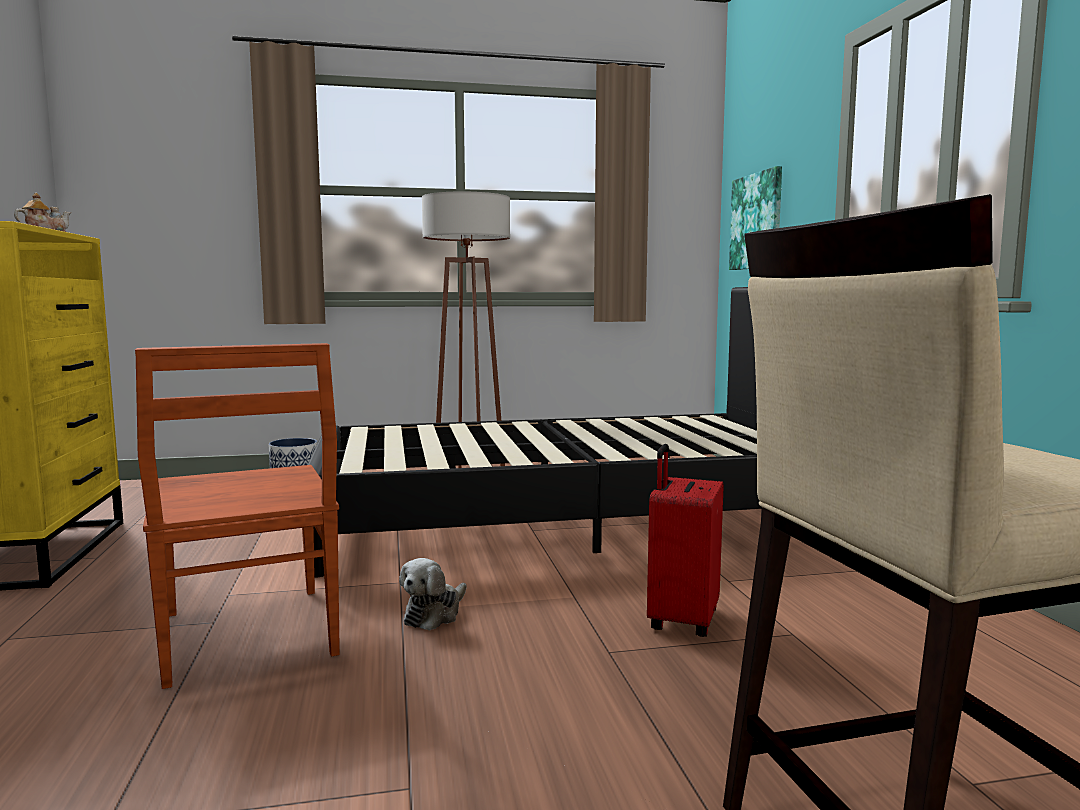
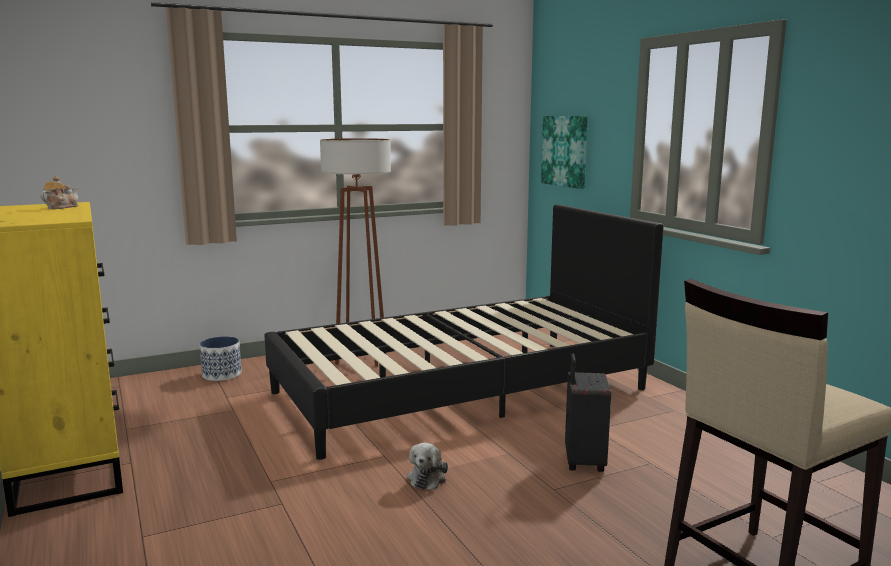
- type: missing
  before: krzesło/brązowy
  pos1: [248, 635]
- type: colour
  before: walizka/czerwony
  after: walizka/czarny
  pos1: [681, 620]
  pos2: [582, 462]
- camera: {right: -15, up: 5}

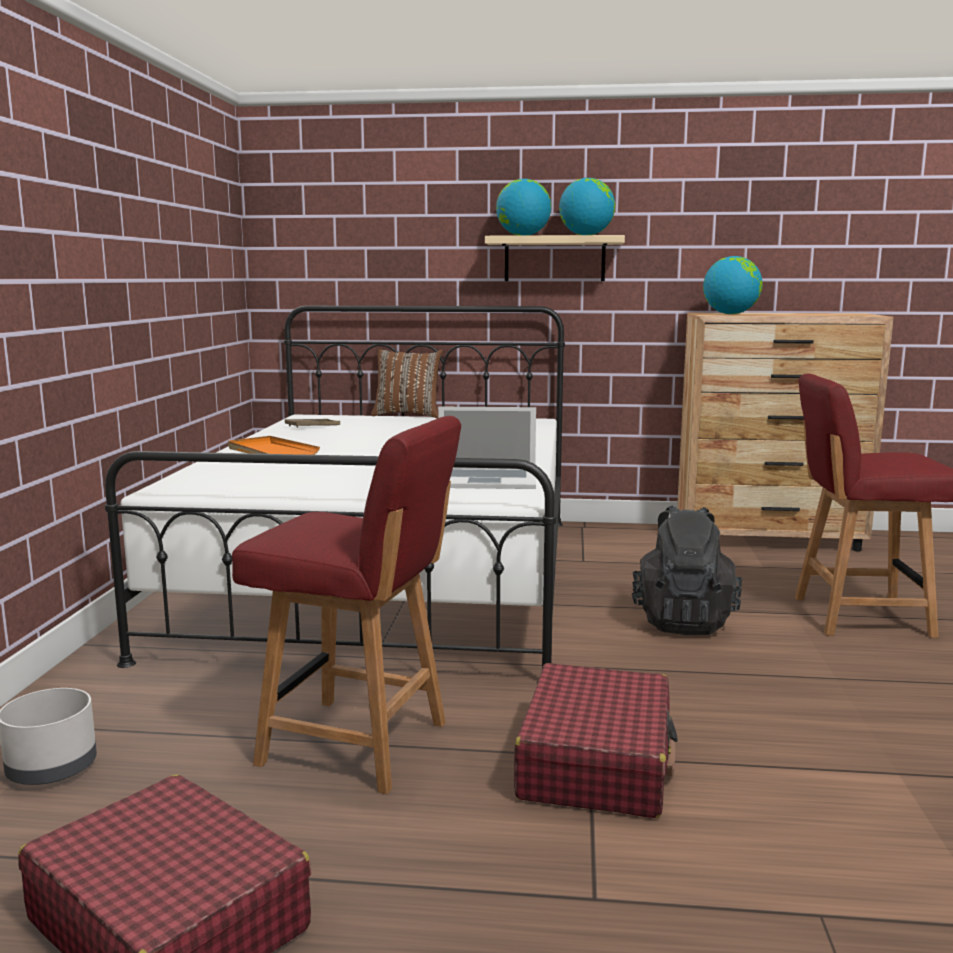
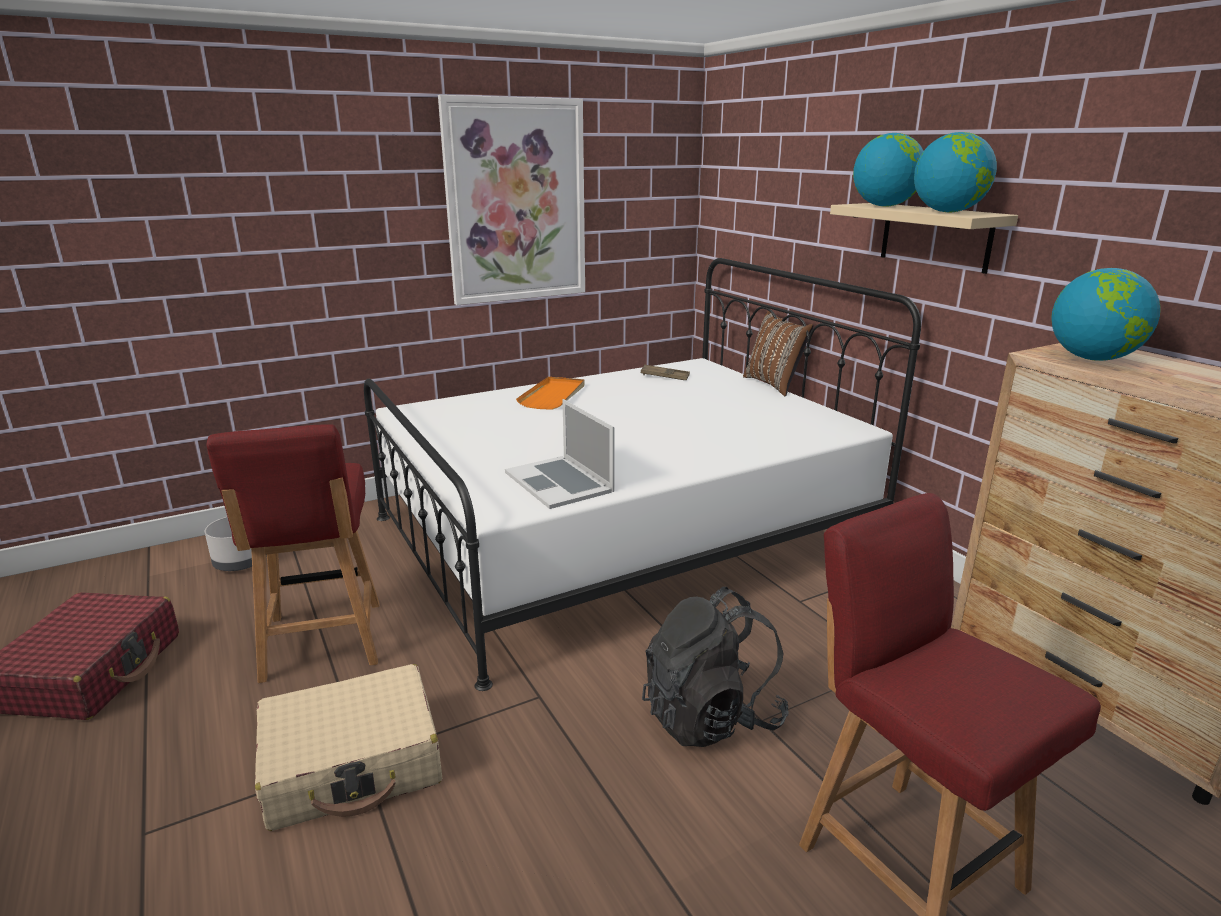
- type: appeared
  after: obraz
  pos2: [516, 202]
- type: colour
  before: walizka/czerwony
  after: walizka/beżowy
  pos1: [596, 762]
  pos2: [353, 764]
- camera: {right: 55, up: 10}

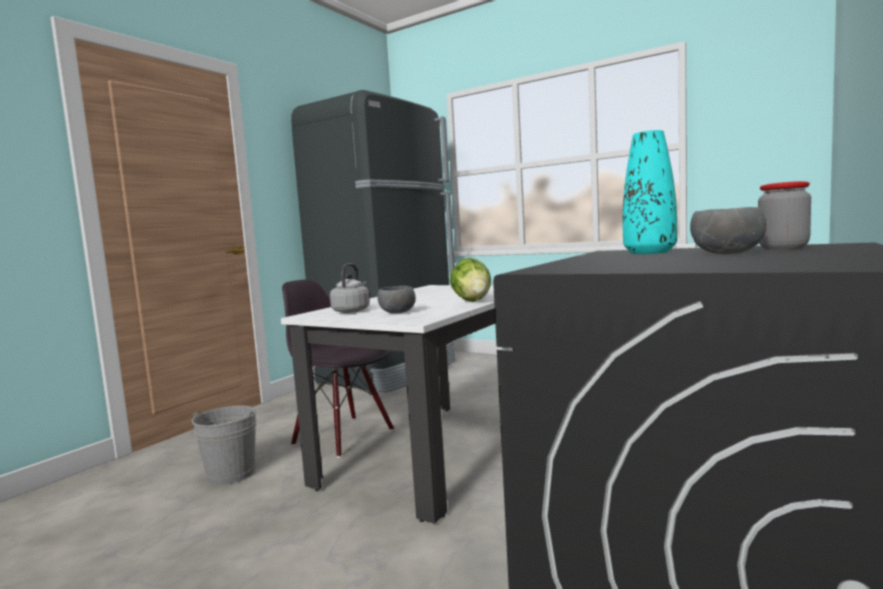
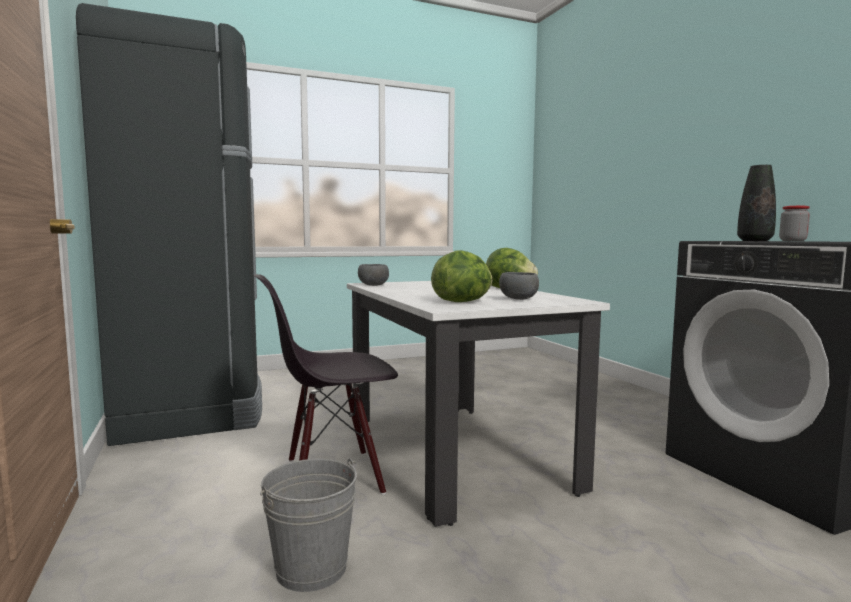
- type: relocated
  before: miska/szary
  pos1: [725, 253]
  pos2: [372, 285]
- type: exchanged
  before: czajnik/szary
  after: sałata
  pos1: [352, 311]
  pos2: [463, 302]
- type: colour
  before: wazon/turkusowy
  after: wazon/czarny
  pos1: [649, 253]
  pos2: [754, 241]
- camera: {right: -55, up: 0}

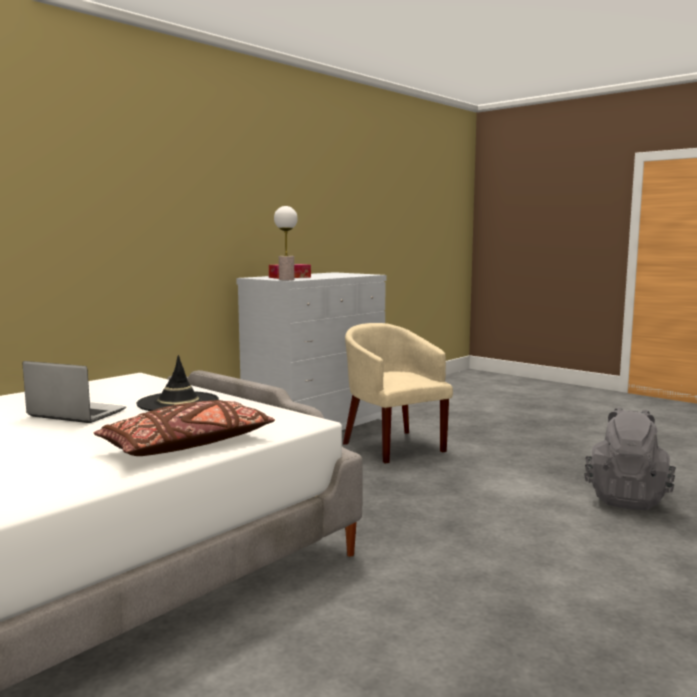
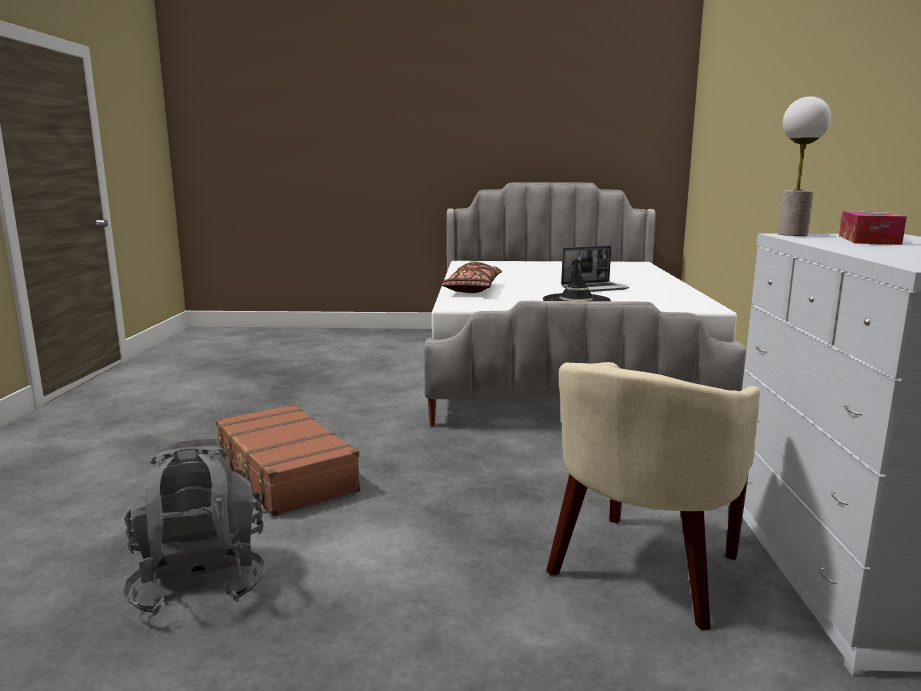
- type: appeared
  after: walizka/brązowy
  pos2: [284, 474]
- type: spun
  before: fotel/beżowy
  pos1: [392, 445]
  pos2: [644, 570]
  turn: 105
- camera: {right: 140, up: 5}

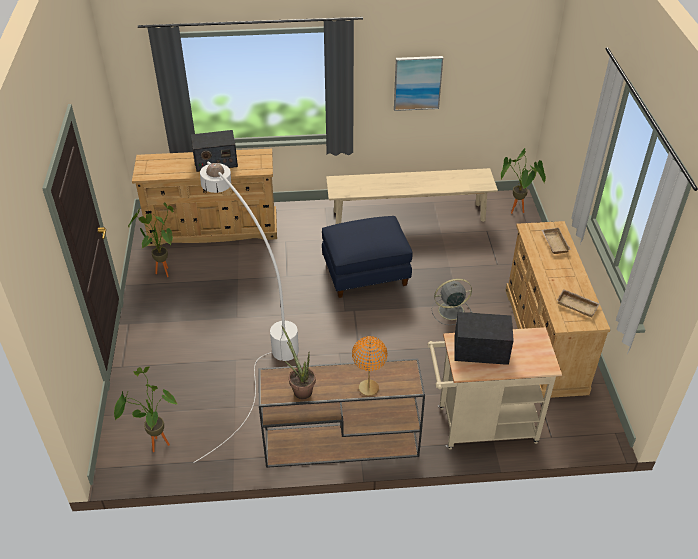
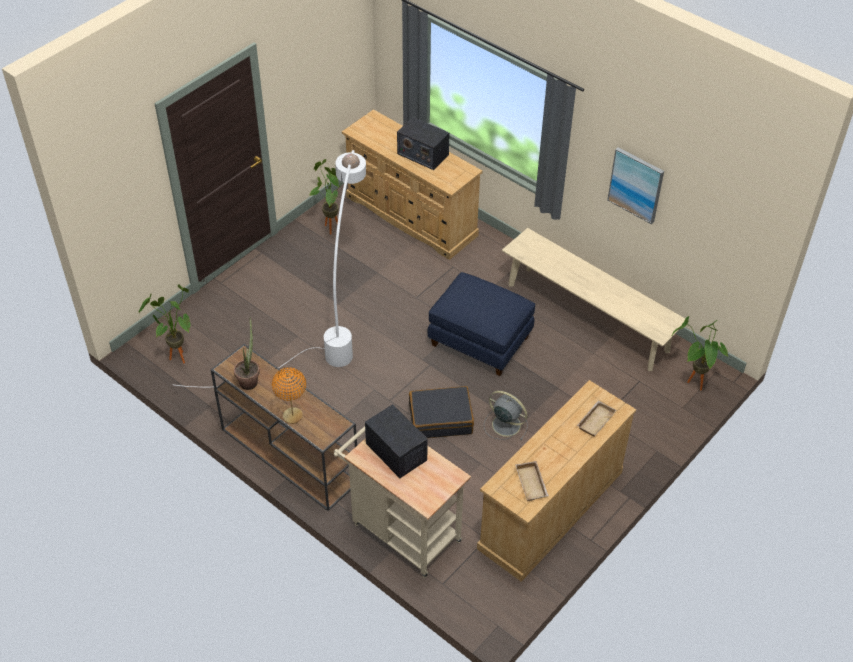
- type: appeared
  after: walizka/czarny
  pos2: [440, 418]
- camera: {right: 45, up: 5}

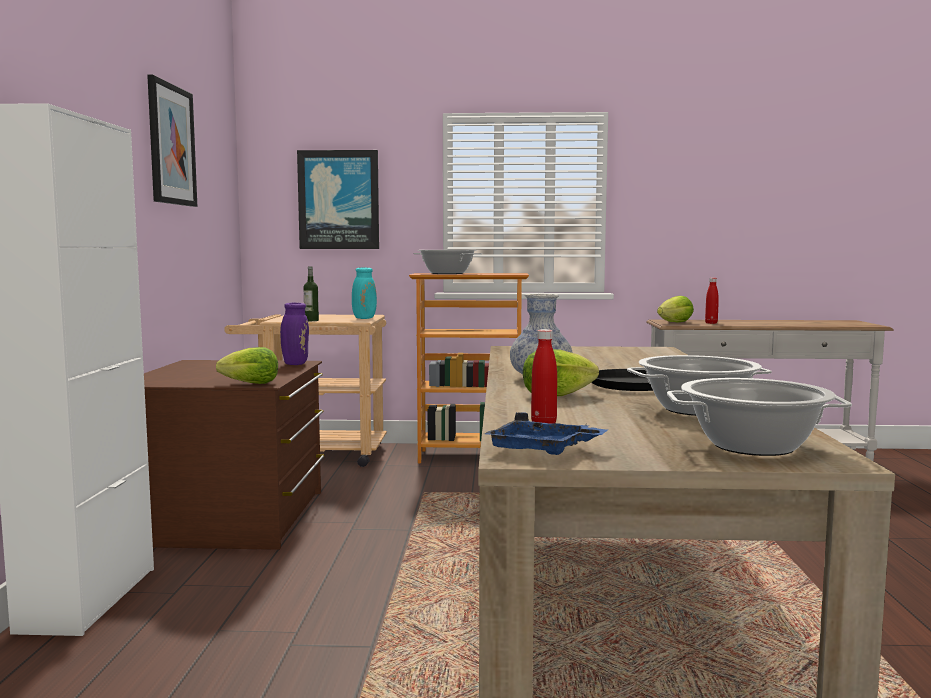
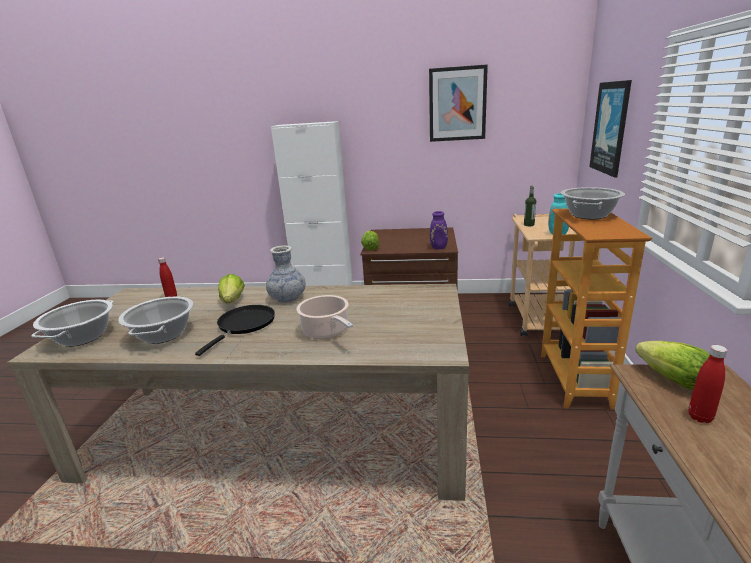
- type: missing
  before: taca/niebieski
  pos1: [542, 450]
- type: appeared
  after: garnek
  pos2: [327, 331]
- camera: {right: 95, up: 15}

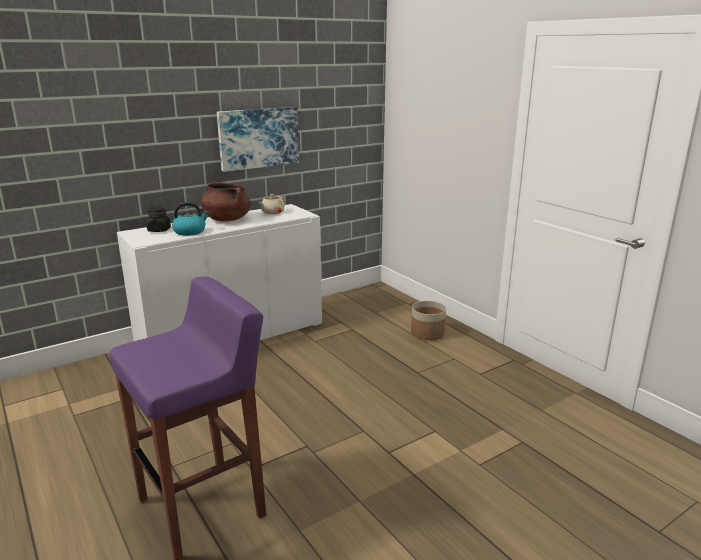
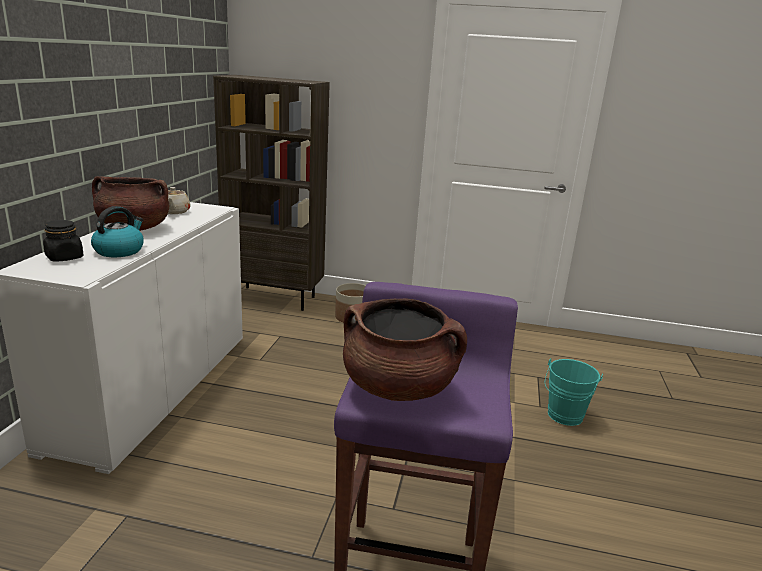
- type: missing
  before: obraz
  pos1: [258, 138]
- type: appeared
  after: regał/brązowy
  pos2: [275, 298]
- type: appeared
  after: garnek/brązowy
  pos2: [398, 388]
- type: appeared
  after: wiadro/turkusowy
  pos2: [564, 417]
- camera: {right: -45, up: 0}

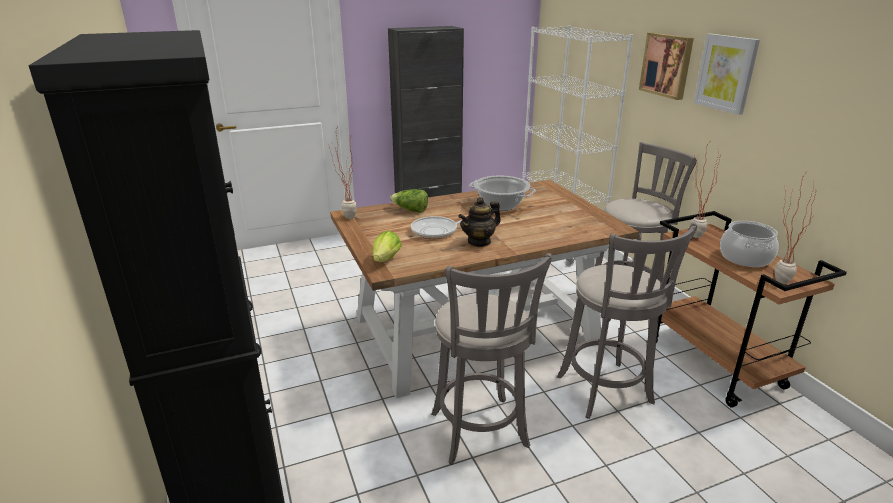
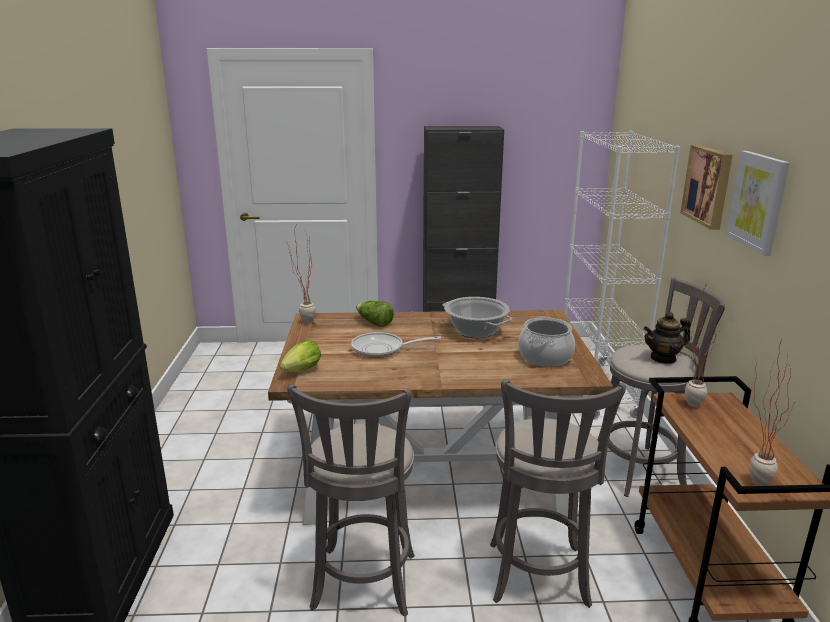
- type: relocated
  before: imbryk
  pos1: [479, 242]
  pos2: [663, 358]
- type: relocated
  before: garnek
  pos1: [744, 258]
  pos2: [545, 357]
- camera: {right: 20, up: -5}

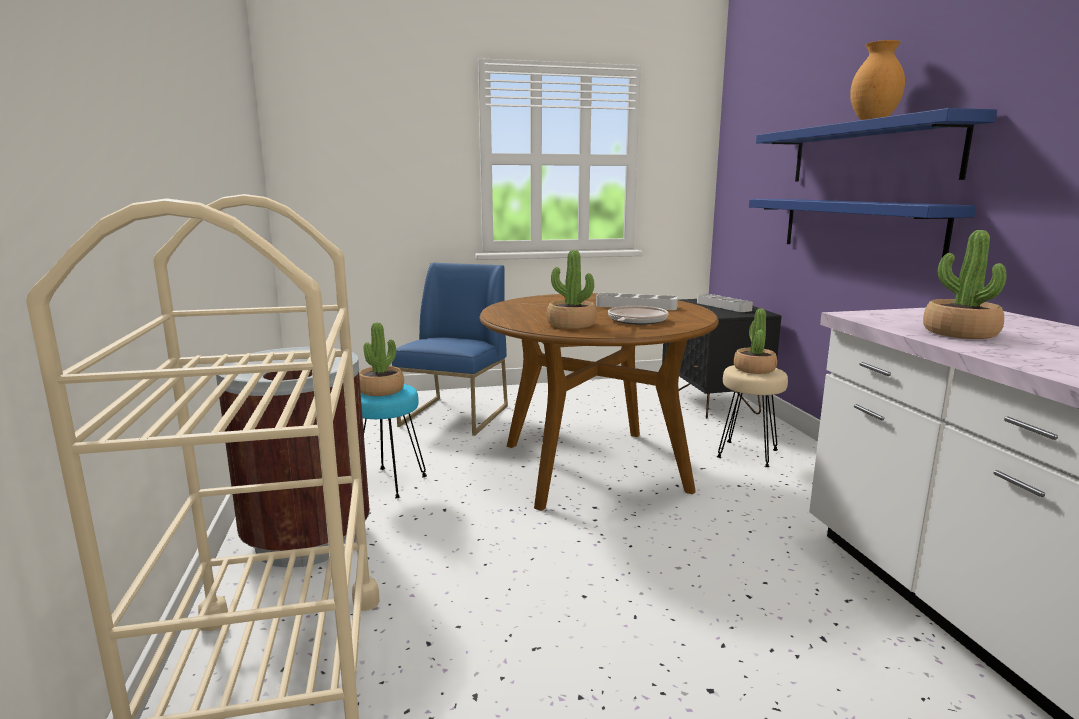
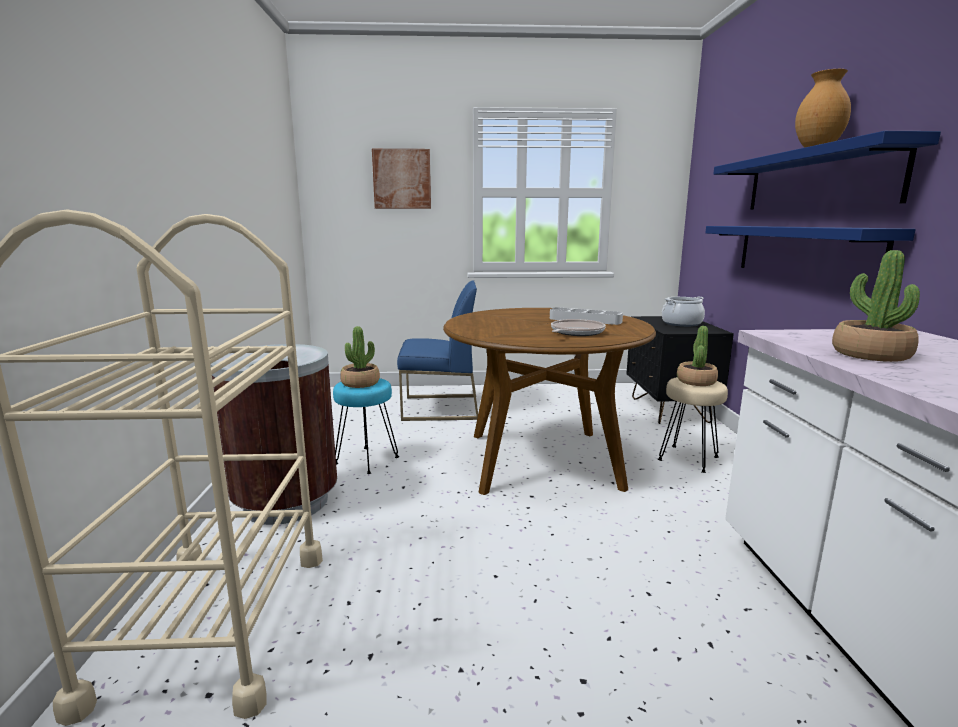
- type: missing
  before: roślina doniczkowa
  pos1: [571, 324]
- type: appeared
  after: obraz
  pos2: [402, 179]
- type: exchanged
  before: taca/szary
  after: garnek
  pos1: [723, 306]
  pos2: [681, 323]
- type: spun
  before: krzesło/niebieski
  pos1: [455, 416]
  pos2: [440, 408]
  turn: 60
- camera: {right: 10, up: 0}

